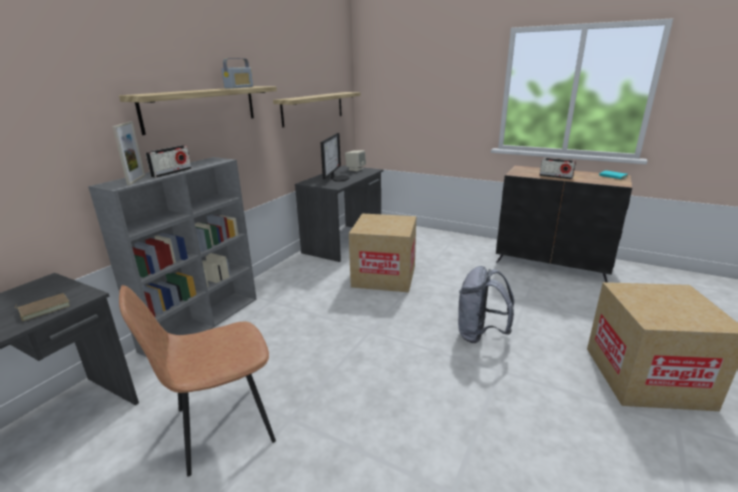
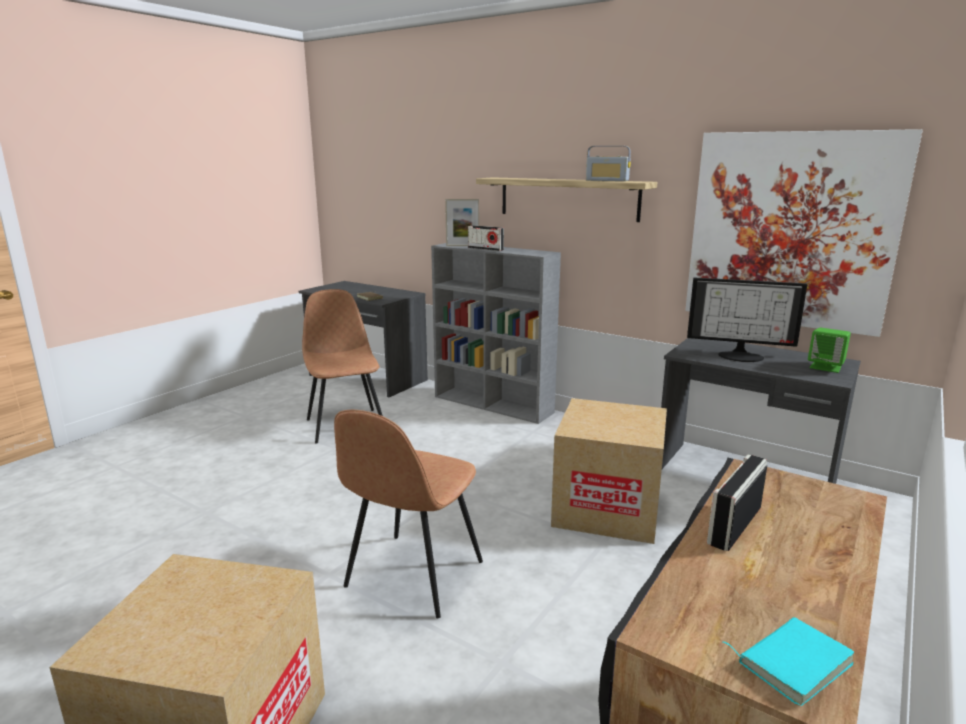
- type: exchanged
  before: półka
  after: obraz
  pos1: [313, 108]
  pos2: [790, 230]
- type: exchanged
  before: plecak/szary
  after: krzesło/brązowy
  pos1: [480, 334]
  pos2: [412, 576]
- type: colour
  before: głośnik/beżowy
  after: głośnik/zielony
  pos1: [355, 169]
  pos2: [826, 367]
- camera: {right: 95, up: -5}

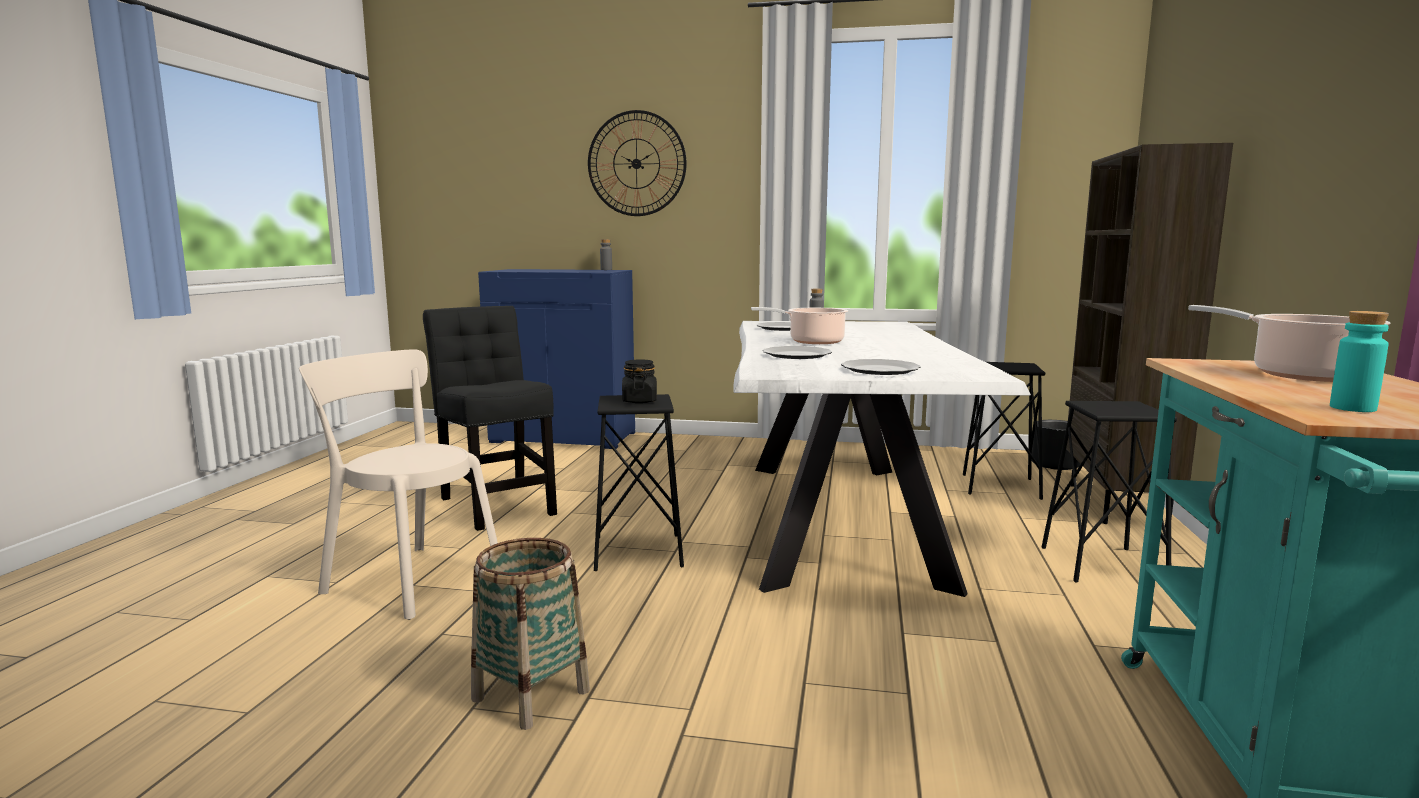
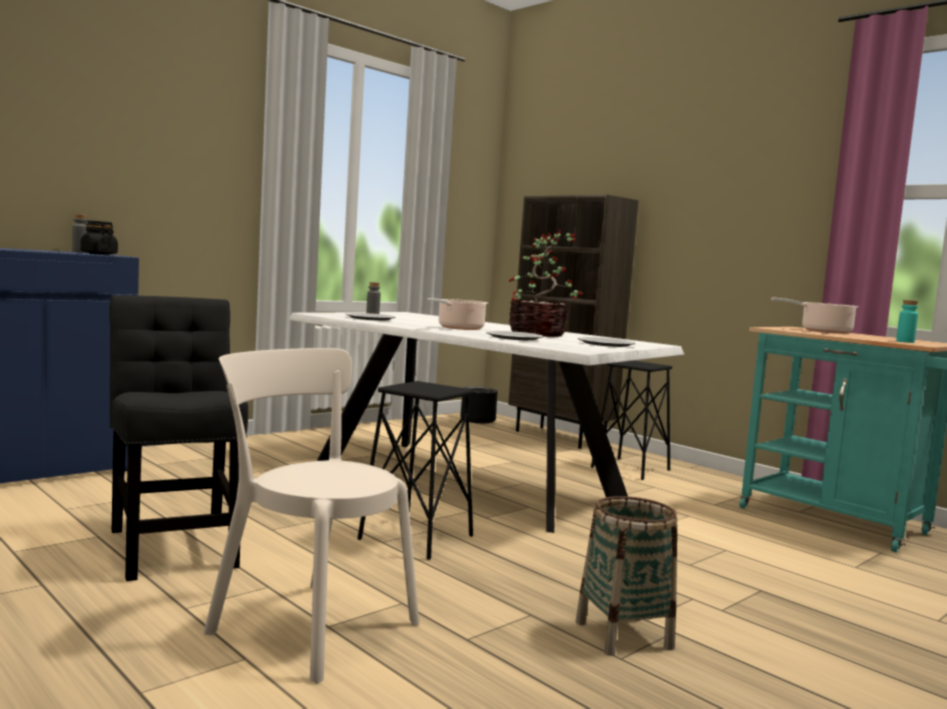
- type: missing
  before: zegar ścienny
  pos1: [636, 163]
- type: missing
  before: stołek/czarny
  pos1: [1000, 486]
- type: appeared
  after: roślina doniczkowa
  pos2: [539, 334]
- type: relocated
  before: słoik/czarny
  pos1: [639, 401]
  pos2: [98, 254]
- type: spun
  before: krzesło/beżowy
  pos1: [408, 579]
  pos2: [307, 624]
  turn: 60
- type: spun
  before: krzesło/czarny
  pos1: [497, 504]
  pos2: [173, 545]
  turn: 60
- camera: {right: -55, up: -5}

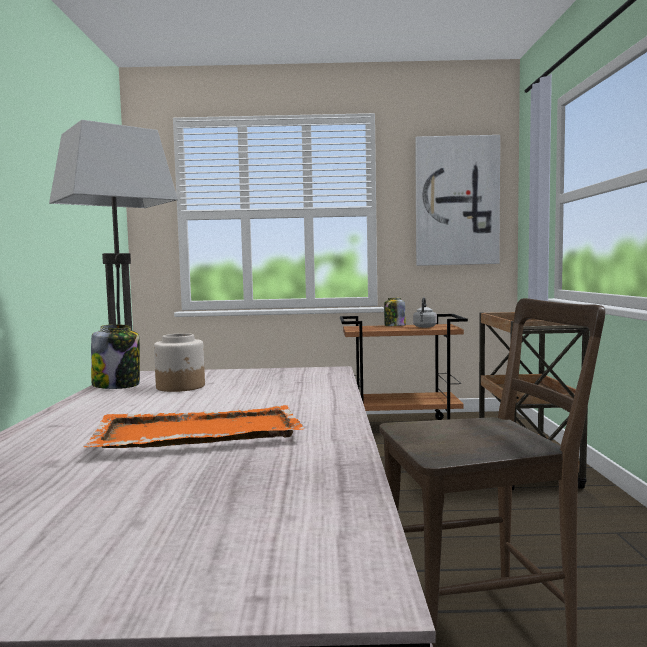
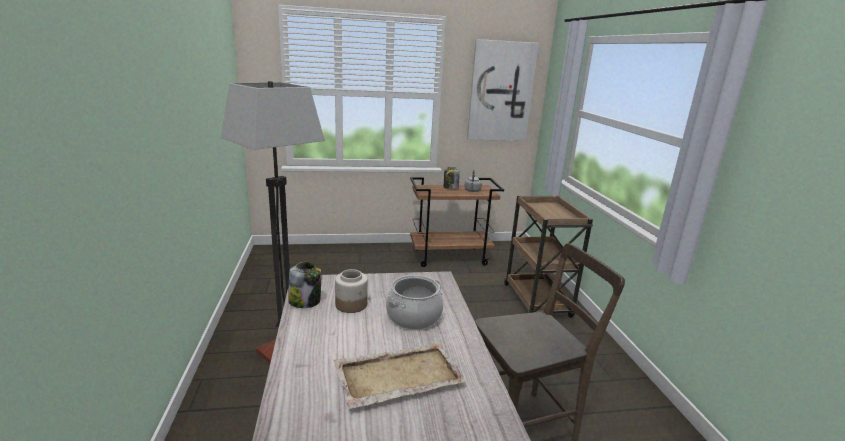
- type: appeared
  after: garnek
  pos2: [414, 317]
- type: colour
  before: taca/pomarańczowy
  after: taca/beżowy
  pos1: [197, 433]
  pos2: [397, 376]
- camera: {right: -10, up: 15}

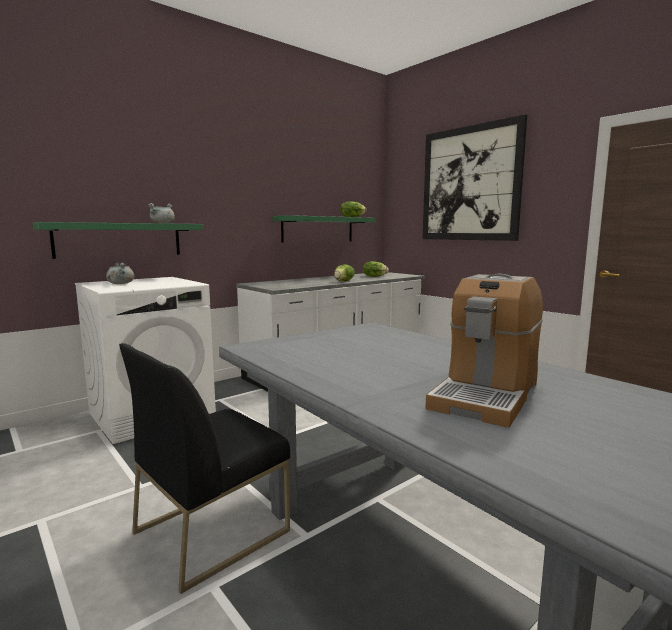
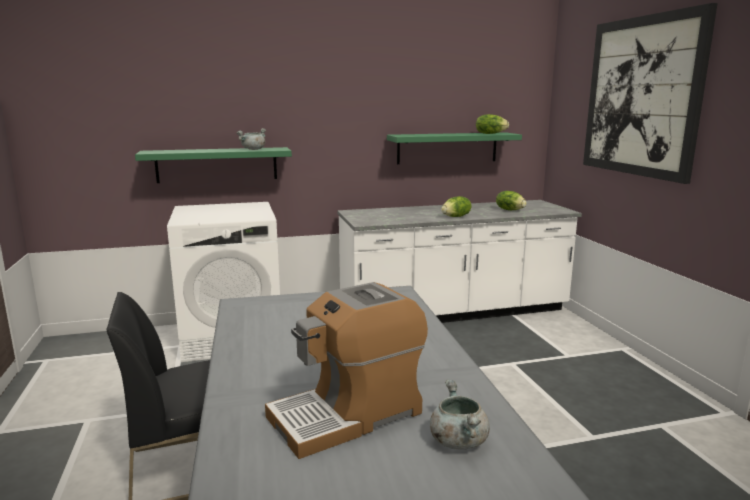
- type: relocated
  before: garnek/szary
  pos1: [120, 284]
  pos2: [457, 440]
- camera: {right: 25, up: 5}

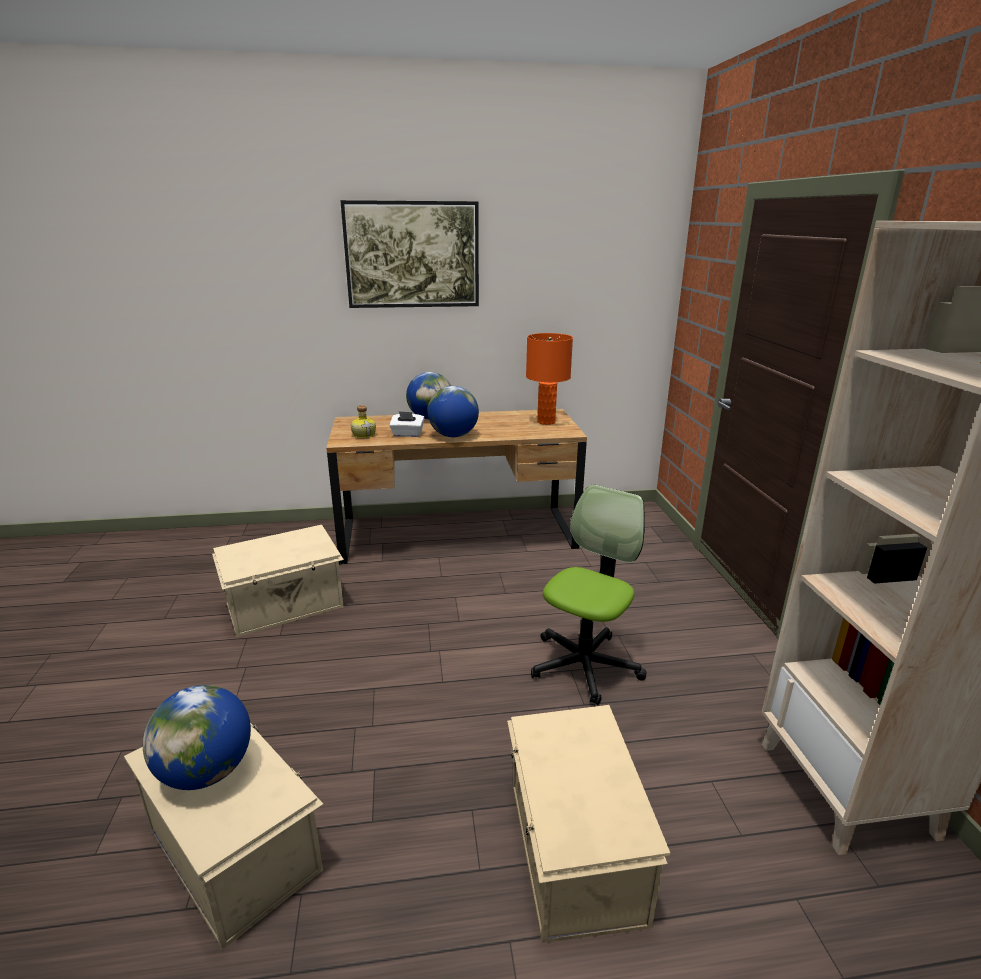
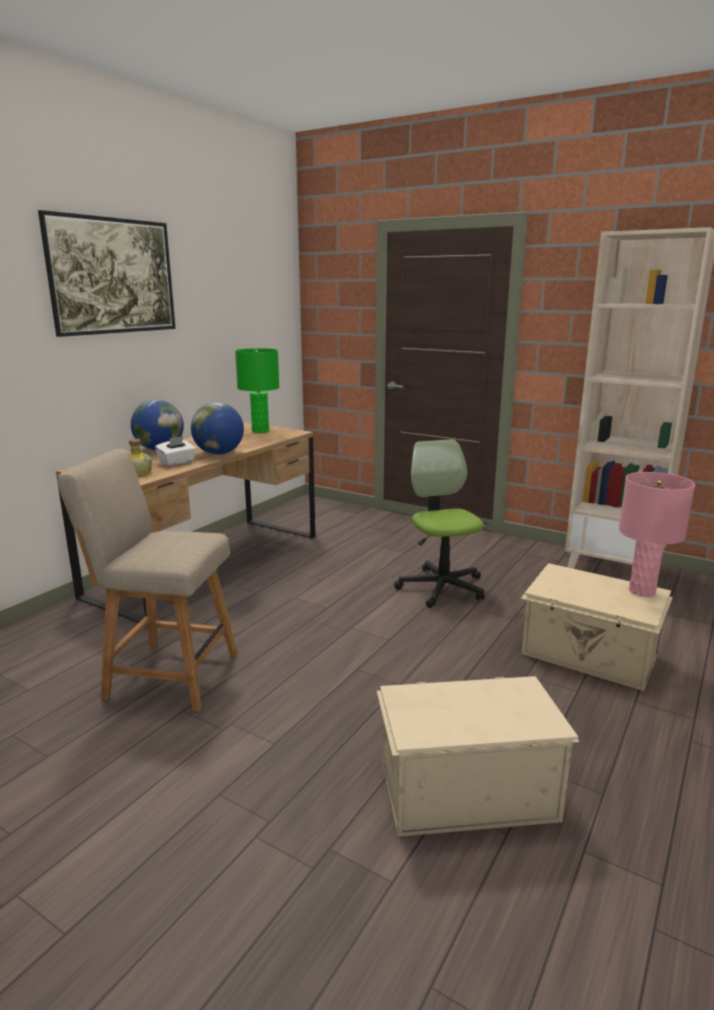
- type: missing
  before: globus
  pos1: [207, 771]
- type: appeared
  after: lampa stołowa/różowy
  pos2: [641, 591]
- type: exchanged
  before: pojemnik do przechowywania/beżowy
  after: krzesło/beżowy
  pos1: [286, 606]
  pos2: [166, 674]
- type: colour
  before: lampa stołowa/pomarańczowy
  after: lampa stołowa/zielony
  pos1: [545, 422]
  pos2: [260, 431]
- camera: {right: -50, up: -5}

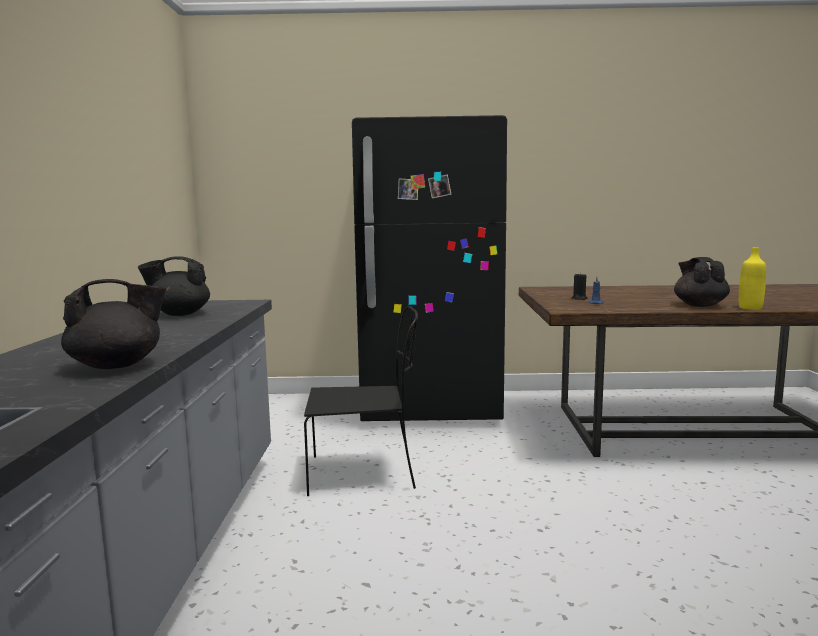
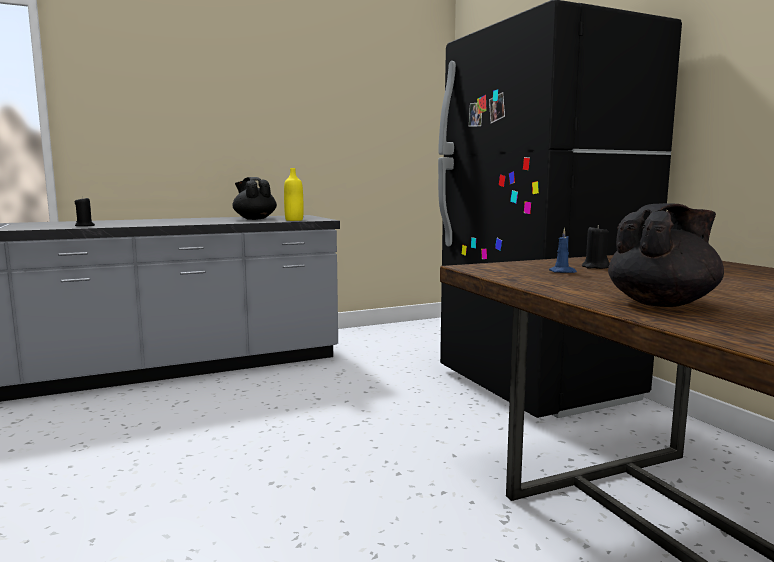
- type: missing
  before: krzesło/czarny
  pos1: [365, 472]
- type: relocated
  before: butelka/żółty
  pos1: [750, 308]
  pos2: [294, 220]
- type: exchanged
  before: imbryk/czarny
  after: świeca/czarny
  pos1: [117, 365]
  pos2: [85, 226]
- camera: {right: 65, up: 0}

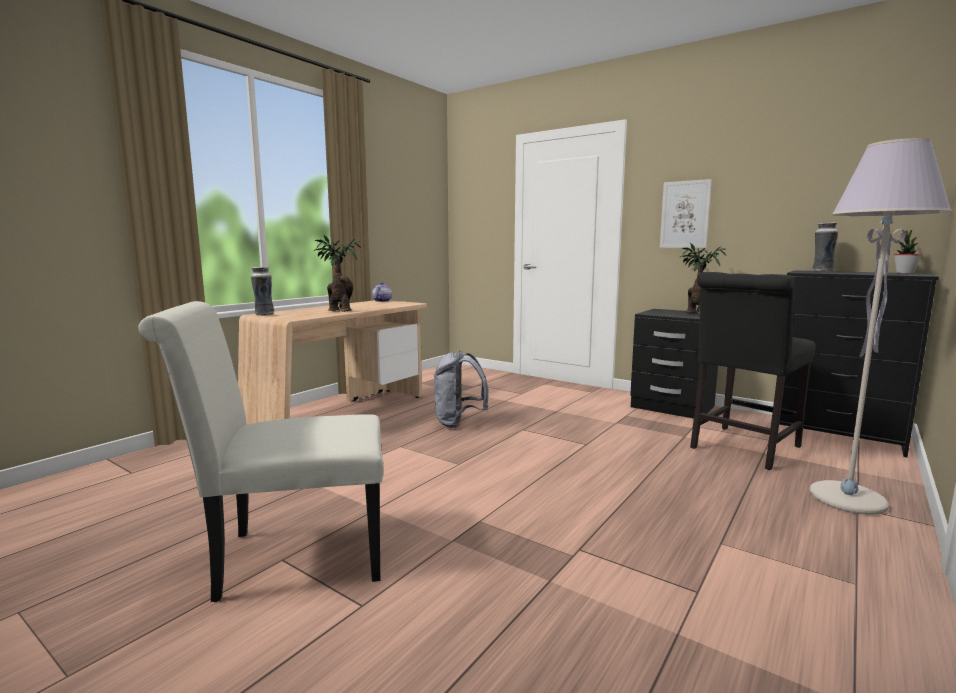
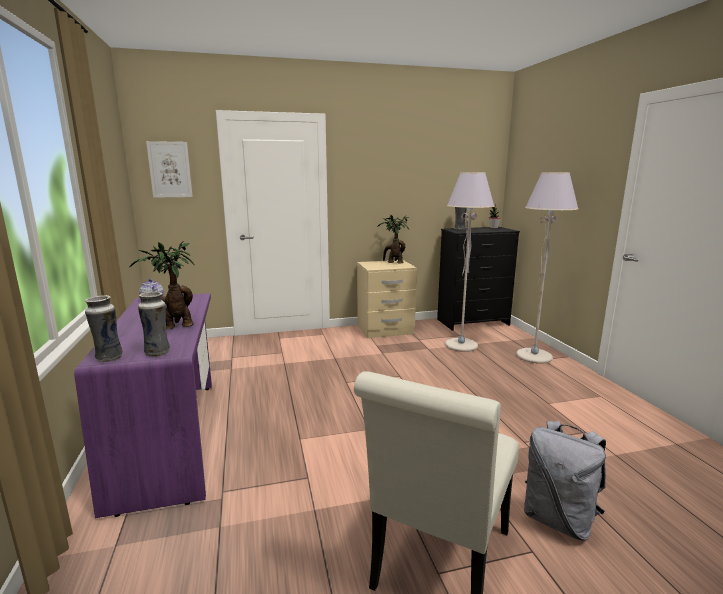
- type: appeared
  after: wazon
  pos2: [158, 352]
- type: relocated
  before: plecak/szary
  pos1: [458, 423]
  pos2: [559, 519]
- type: relocated
  before: obraz
  pos1: [685, 214]
  pos2: [170, 169]
- type: exchanged
  before: krzesło/czarny
  after: lampa stojąca/szary
  pos1: [742, 449]
  pos2: [461, 346]
- type: colour
  before: biurko/beżowy
  after: biurko/fioletowy
  pos1: [342, 413]
  pos2: [172, 437]
- type: colour
  before: szafka nocna/czarny
  after: szafka nocna/beżowy
  pos1: [672, 407]
  pos2: [385, 330]
- camera: {right: -50, up: 5}

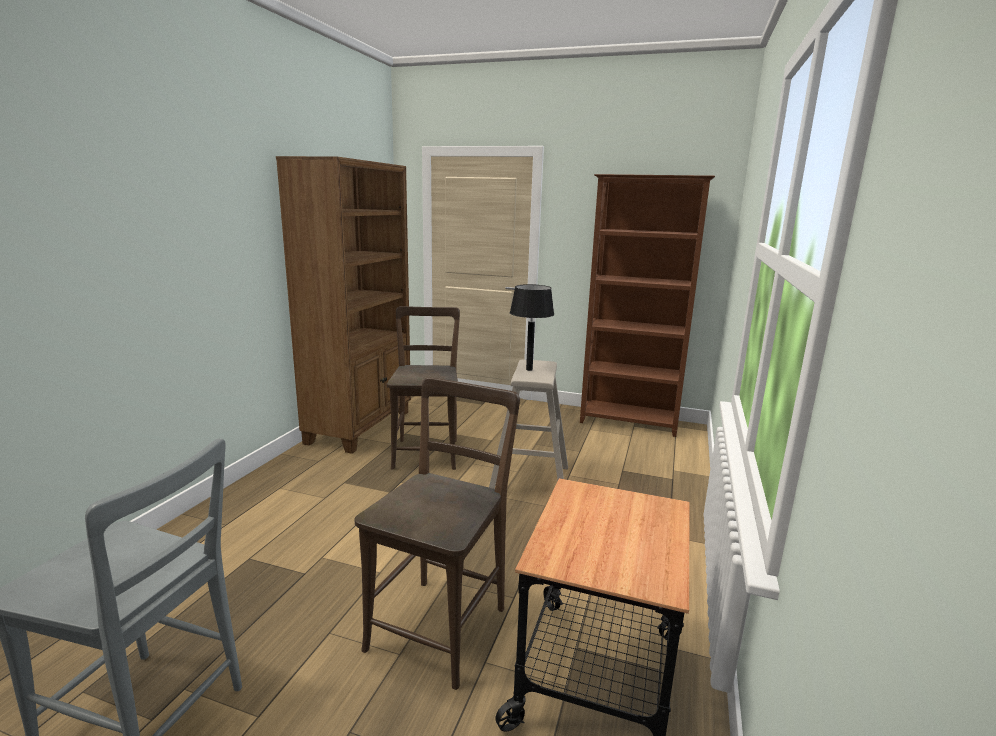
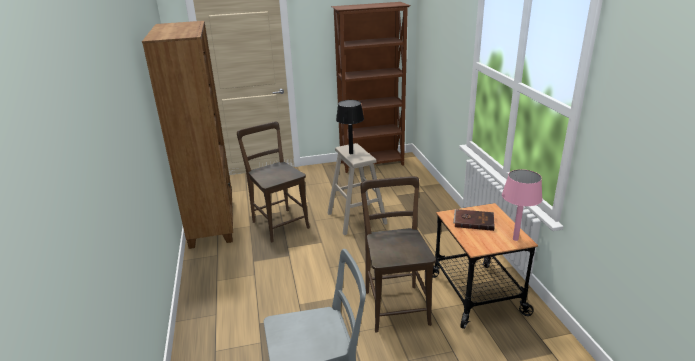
- type: appeared
  after: książka/brązowy
  pos2: [473, 221]
- type: appeared
  after: lampa stołowa/różowy
  pos2: [515, 239]
- camera: {right: -30, up: 10}

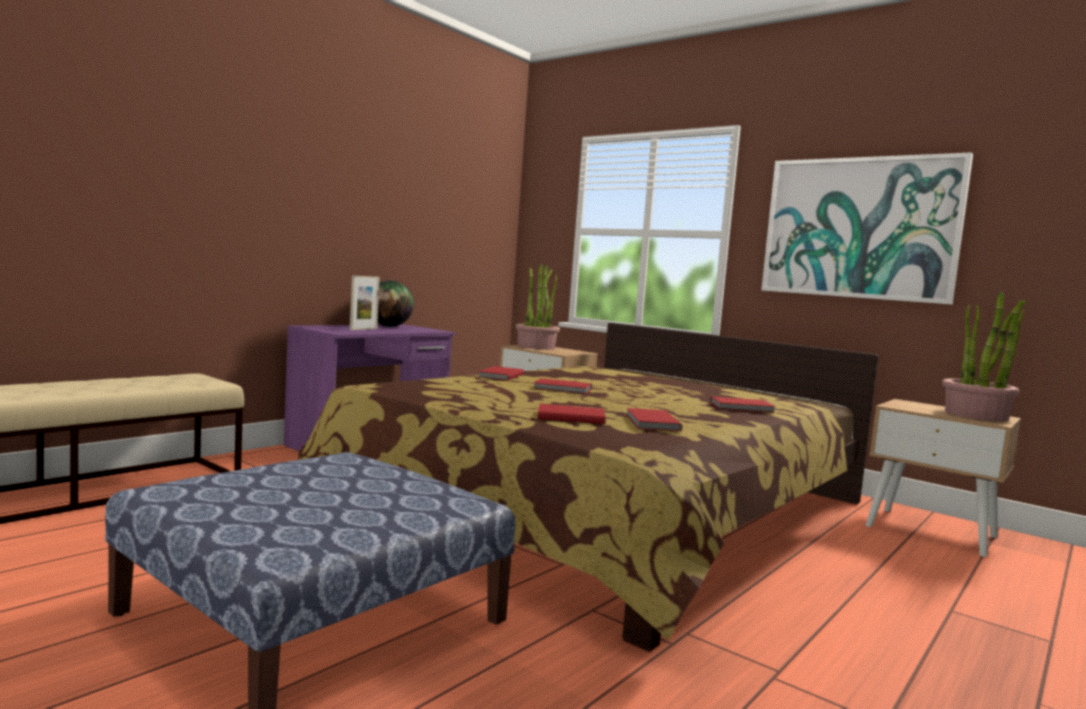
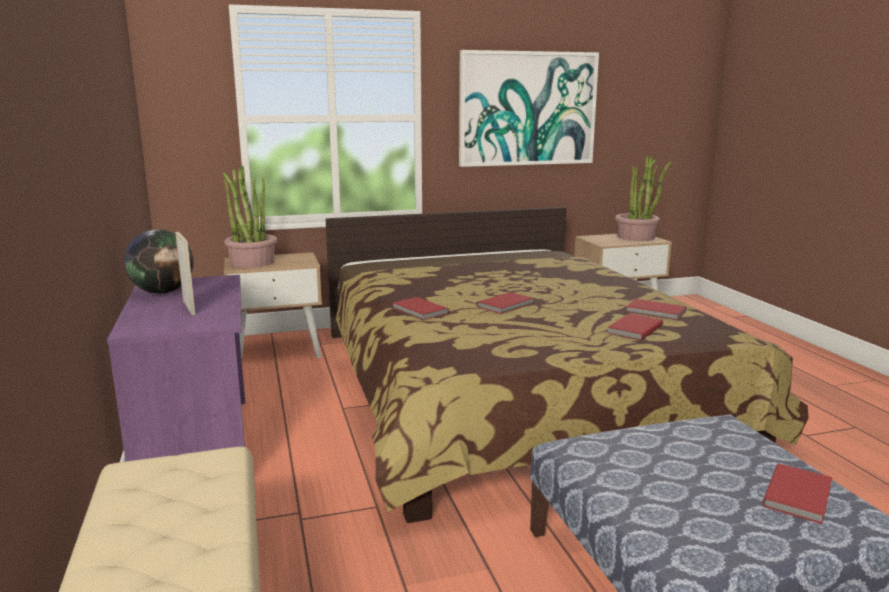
- type: relocated
  before: książka/czerwony
  pos1: [743, 407]
  pos2: [800, 495]
- camera: {right: -55, up: 10}

